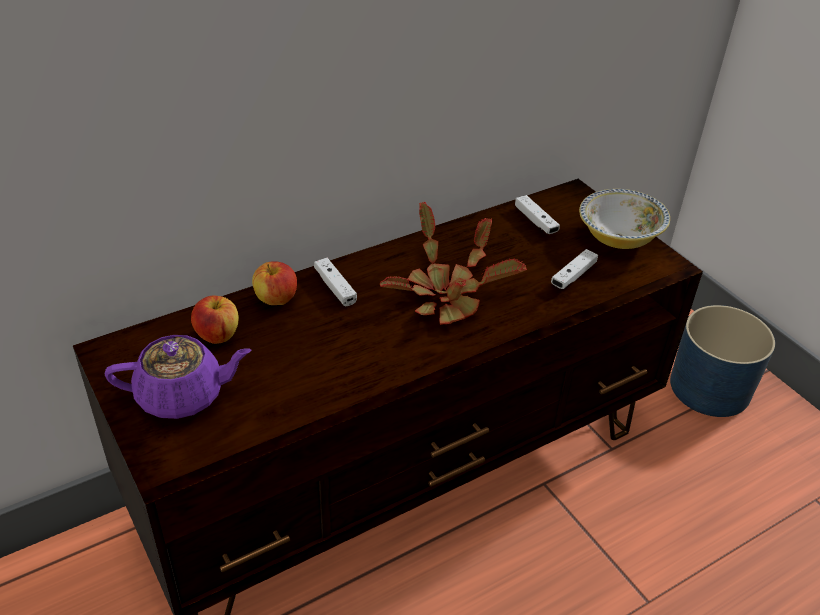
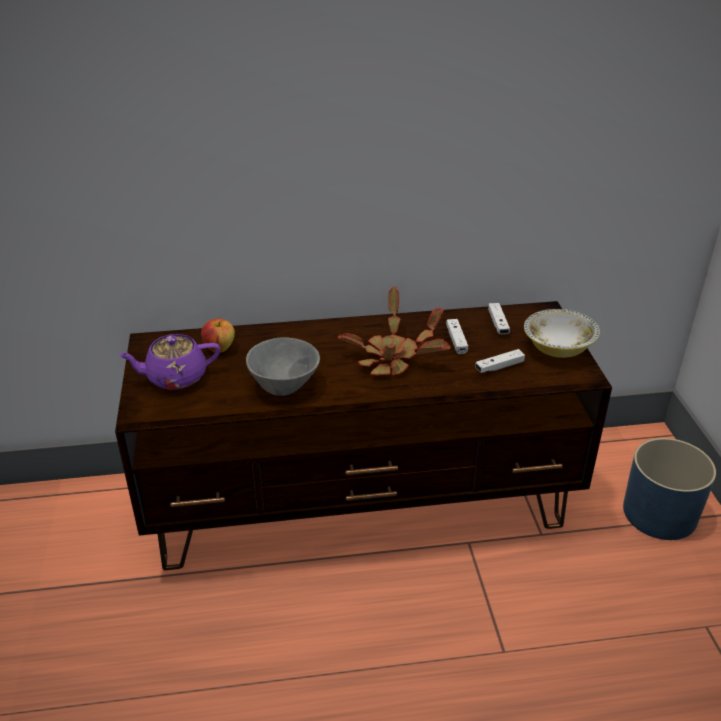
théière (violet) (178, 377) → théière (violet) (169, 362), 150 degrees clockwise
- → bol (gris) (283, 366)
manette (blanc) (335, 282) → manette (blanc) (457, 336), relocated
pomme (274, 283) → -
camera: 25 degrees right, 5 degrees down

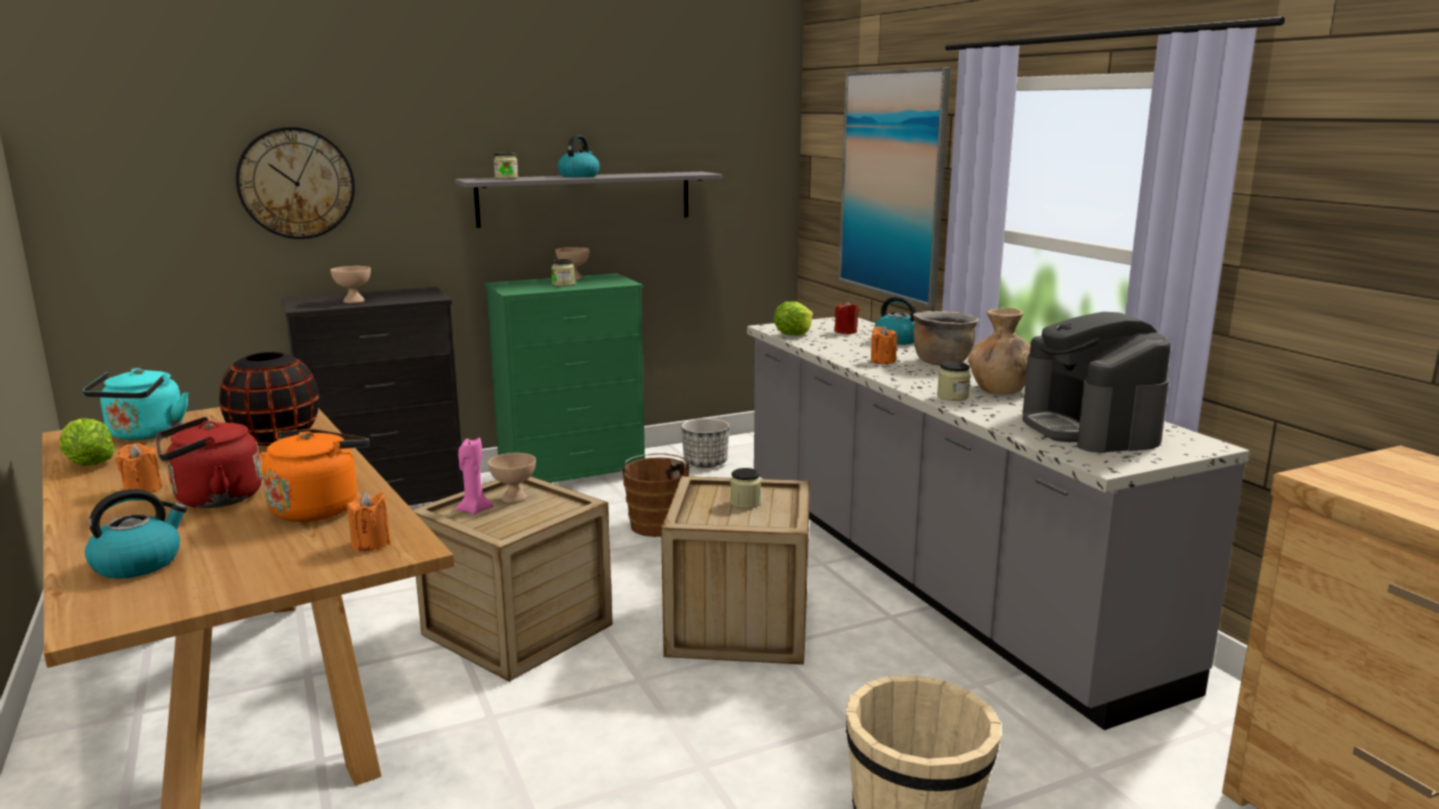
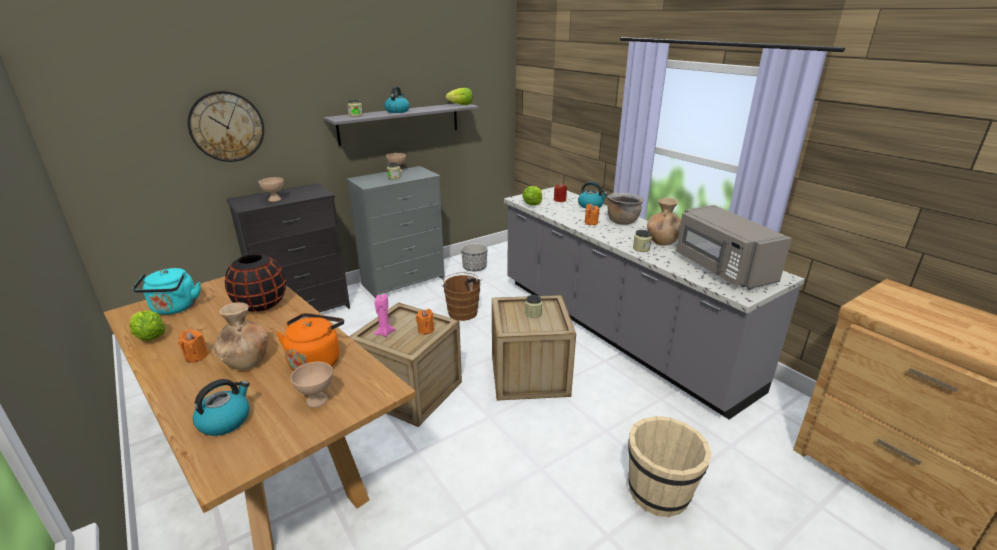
bouilloire (rouge) (209, 462) → vase (marron) (241, 336)
bol (beige) (512, 478) → bol (beige) (312, 385), relocated
commode (vert) (564, 378) → commode (gris) (395, 232)
bougie (orange) (369, 521) → bougie (orange) (425, 322), relocated
- → laitue (459, 96)
machine à café (1096, 382) → micro-ondes (gris) (734, 247)
tableau (894, 187) → -
camera: 10 degrees left, 10 degrees up

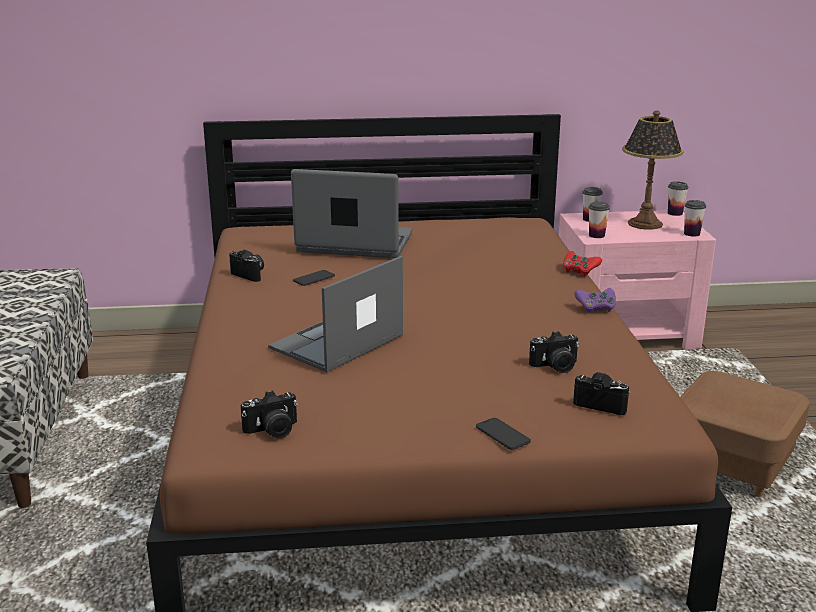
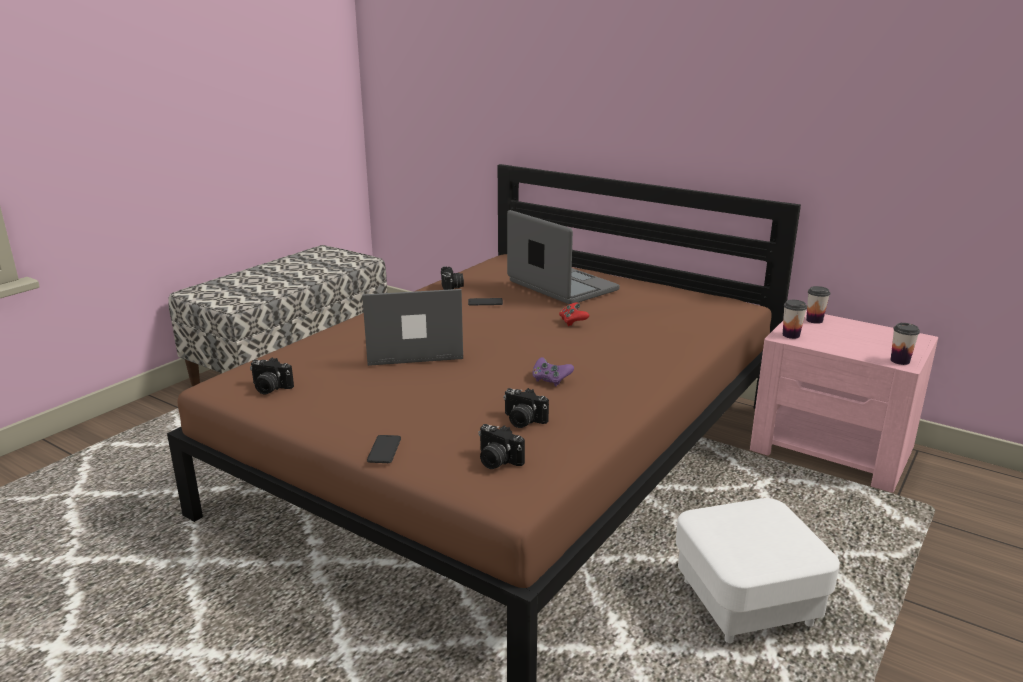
appareil photo (601, 393) → appareil photo (501, 446), 150 degrees clockwise
manette (violet) (595, 300) → manette (violet) (553, 371), relocated
manette (rouge) (582, 263) → manette (rouge) (574, 314), relocated
pouf (marron) (745, 434) → pouf (blanc) (758, 570)
lampe de table (653, 170) → -
tasse (678, 198) → -
camera: 40 degrees right, 0 degrees up

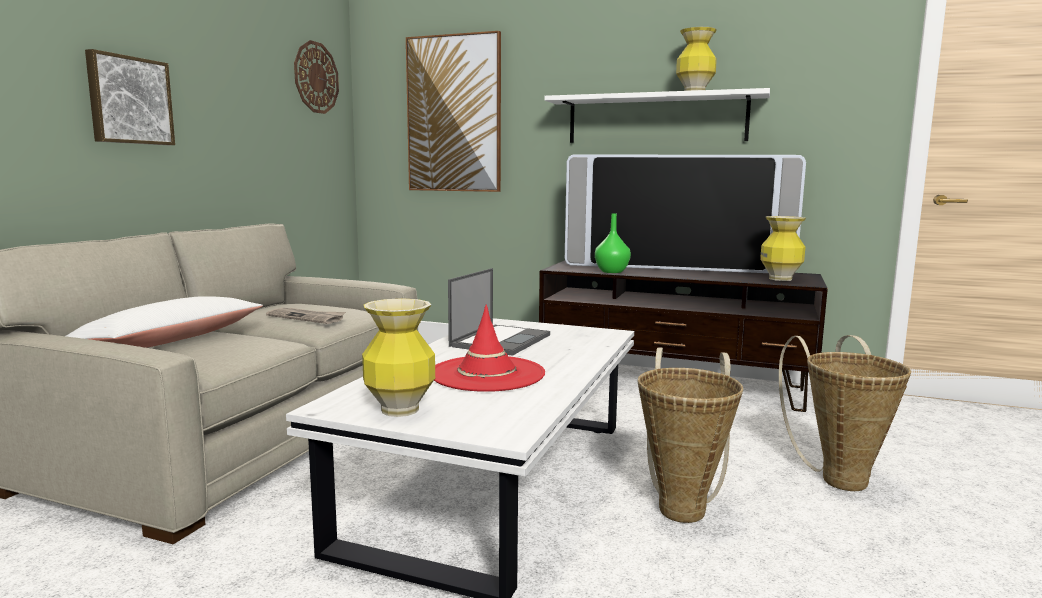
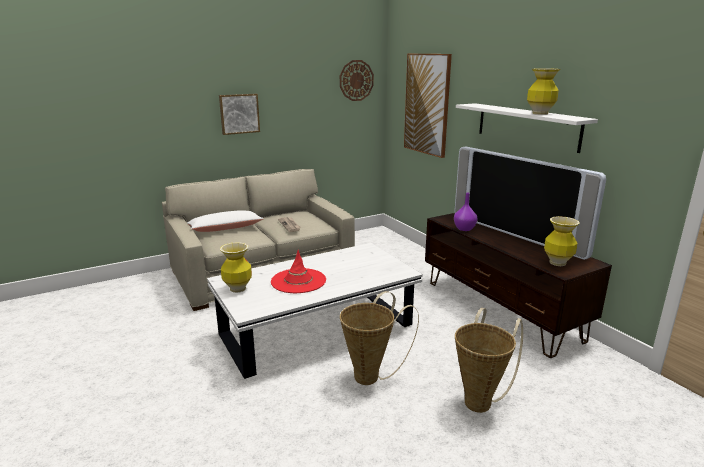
vase (vert) (613, 243) → vase (violet) (466, 212)
ordinateur portable (499, 312) → -
camera: 40 degrees right, 10 degrees up

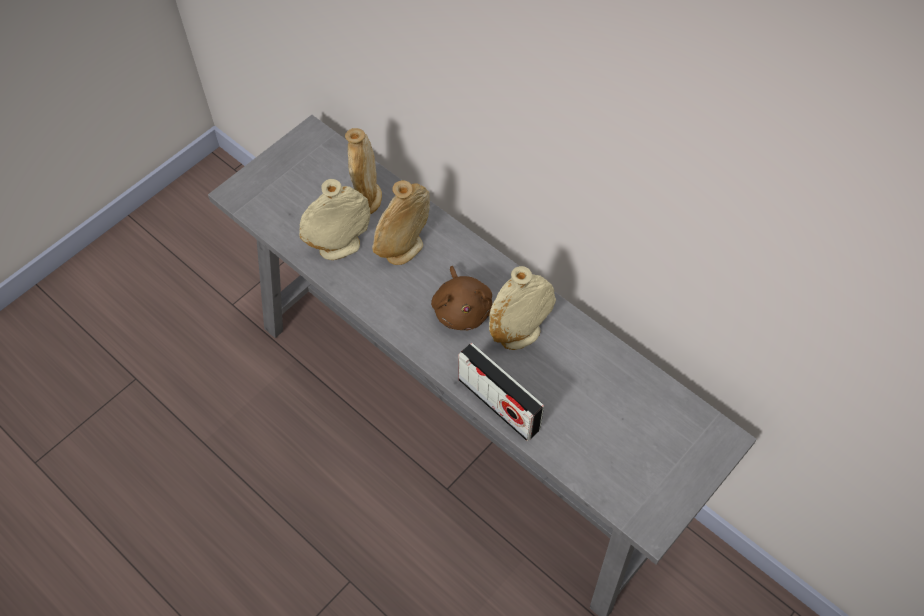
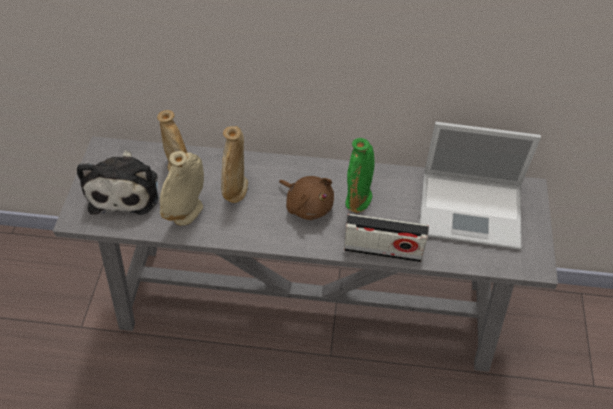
- → peluche (117, 182)
vase (beige) (522, 308) → vase (vert) (360, 175)
- → ordinateur portable (480, 186)
camera: 35 degrees left, 5 degrees down

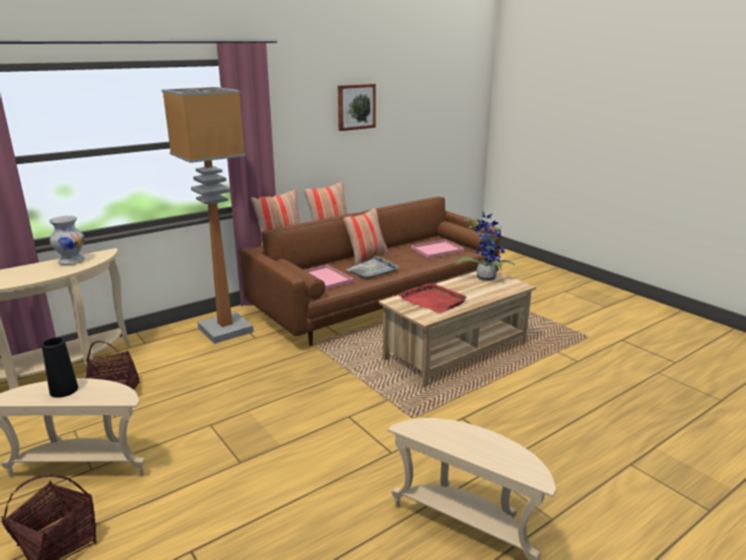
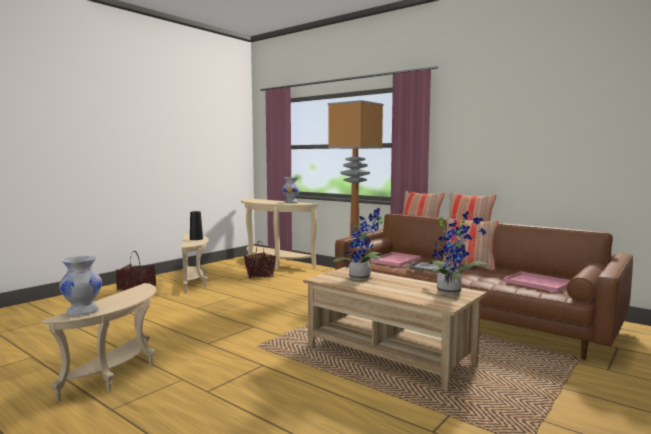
- → vase (blanc) (80, 286)
plateau (rouge) (433, 297) → plante en pot (358, 244)
tableau (357, 107) → -
camera: 75 degrees right, 15 degrees down

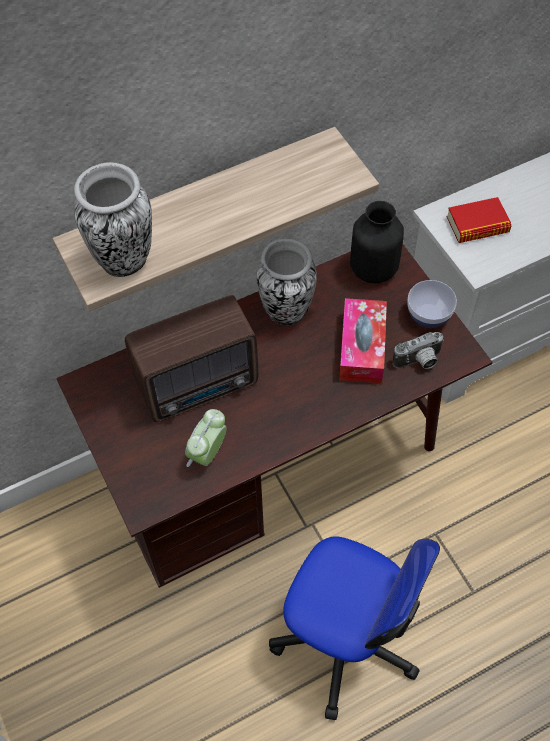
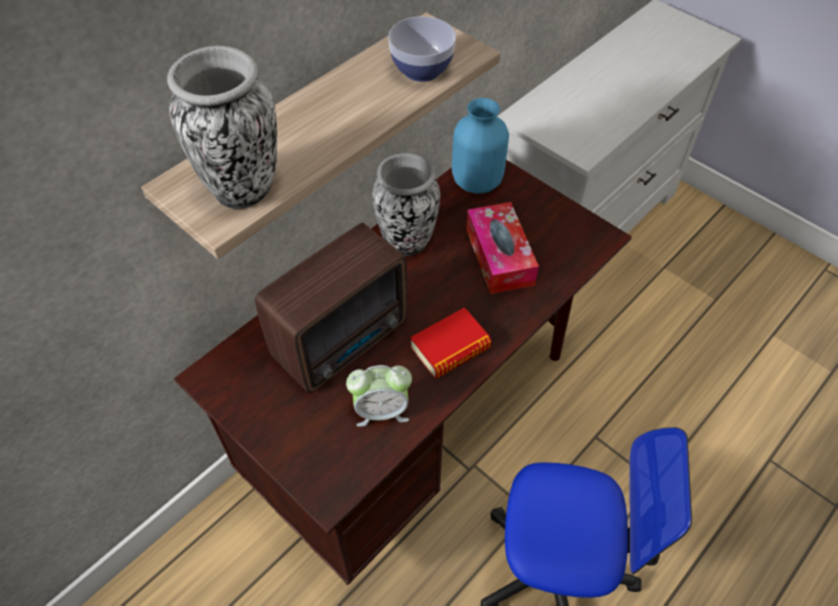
réveil (206, 438) → réveil (379, 396), 105 degrees counterclockwise
bol (432, 304) → bol (422, 49), relocated
livre (479, 220) → livre (451, 343), relocated
vase (noir) (377, 242) → vase (bleu) (480, 146)
appareil photo (418, 350) → -
camera: 20 degrees left, 5 degrees down

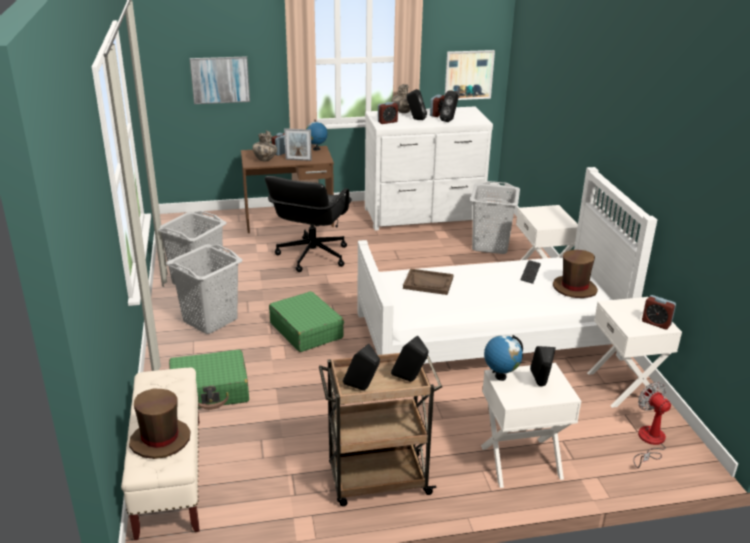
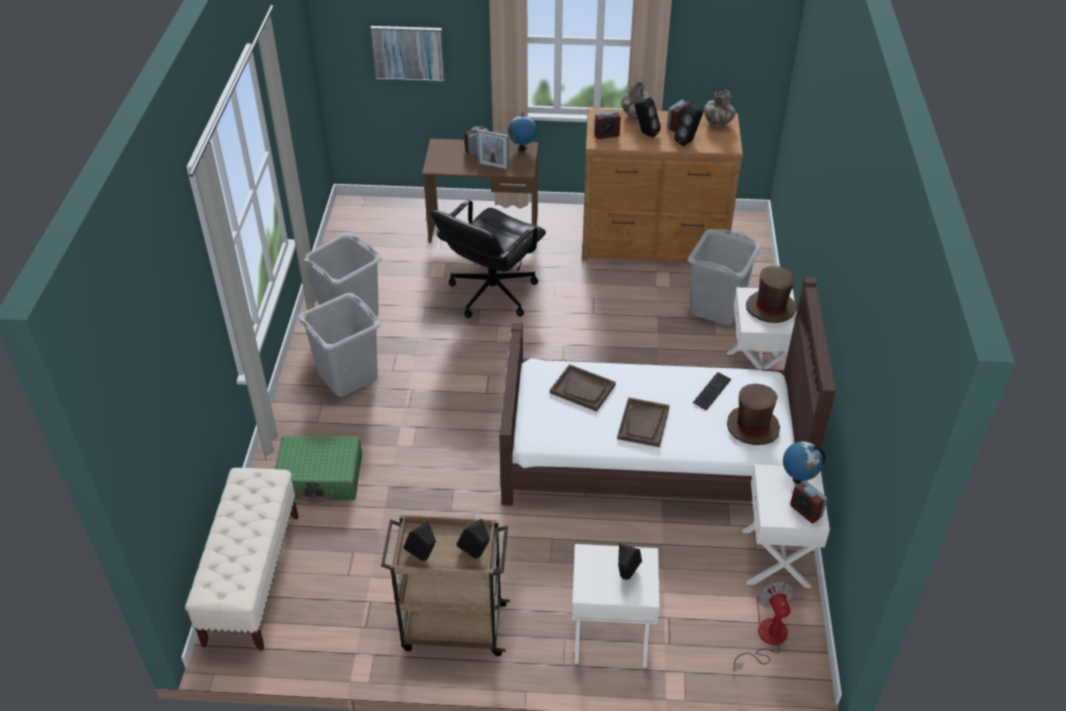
lit (blanc) (507, 265) → lit (marron) (667, 391)
commode (blanc) (429, 168) → commode (marron) (662, 186)
- → plateau (marron) (643, 422)
vase (264, 145) → vase (719, 108), relocated
chapeau (marron) (160, 424) → chapeau (marron) (771, 294), relocated
globe (503, 358) → globe (804, 463), relocated
valise (vert) (306, 321) → -
tableau (470, 75) → -
camera: 15 degrees right, 15 degrees up

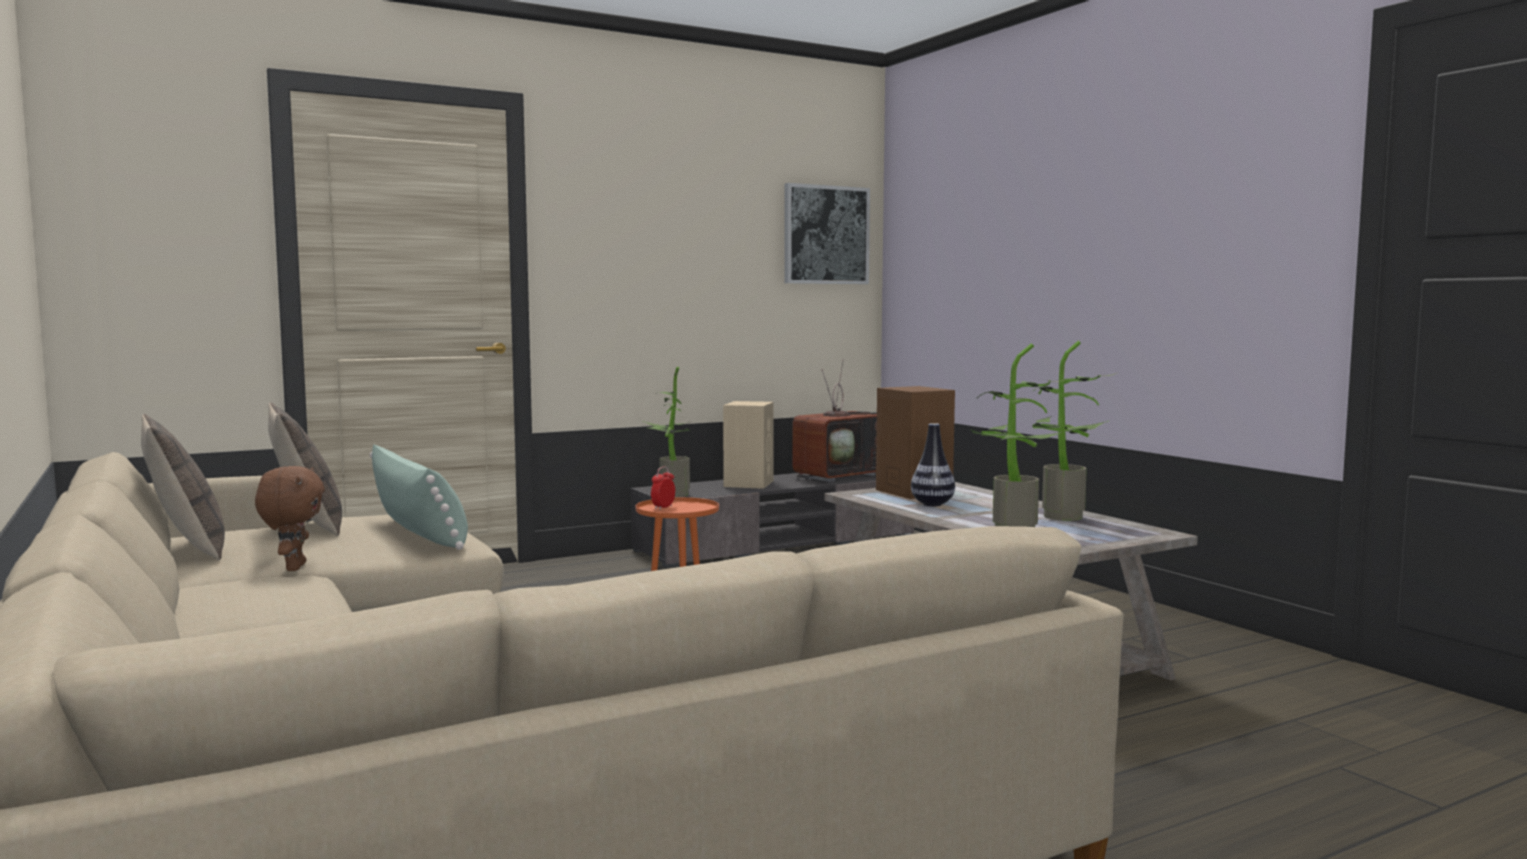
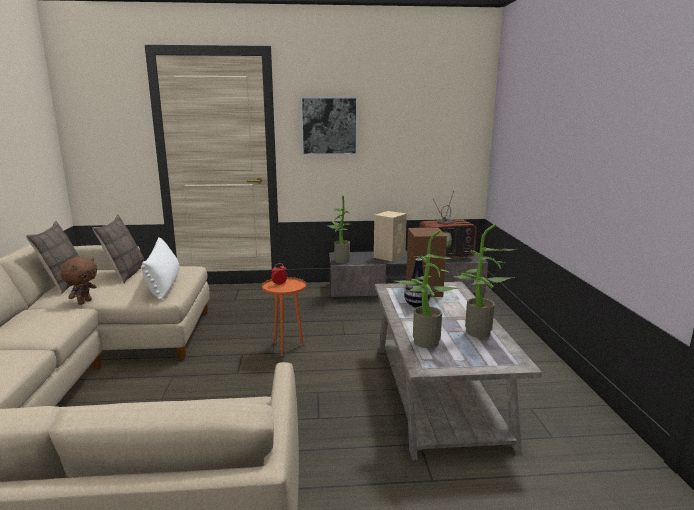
coussin (vert) (419, 497) → coussin (blanc) (160, 269)
tableau (827, 233) → tableau (329, 126), relocated
camera: 25 degrees right, 10 degrees up

